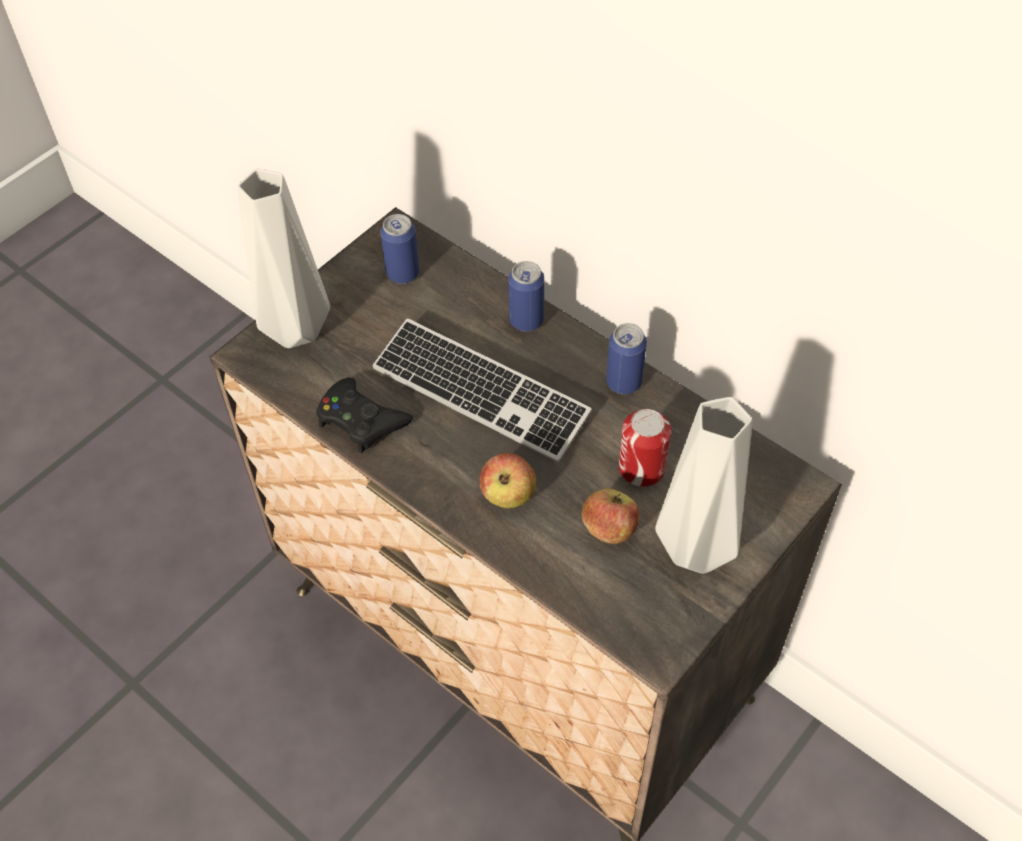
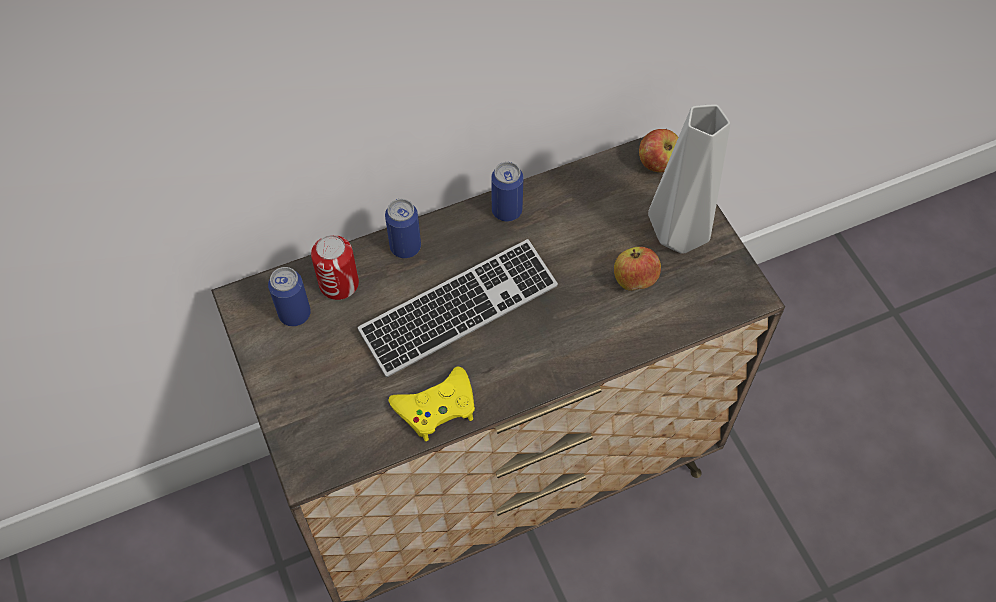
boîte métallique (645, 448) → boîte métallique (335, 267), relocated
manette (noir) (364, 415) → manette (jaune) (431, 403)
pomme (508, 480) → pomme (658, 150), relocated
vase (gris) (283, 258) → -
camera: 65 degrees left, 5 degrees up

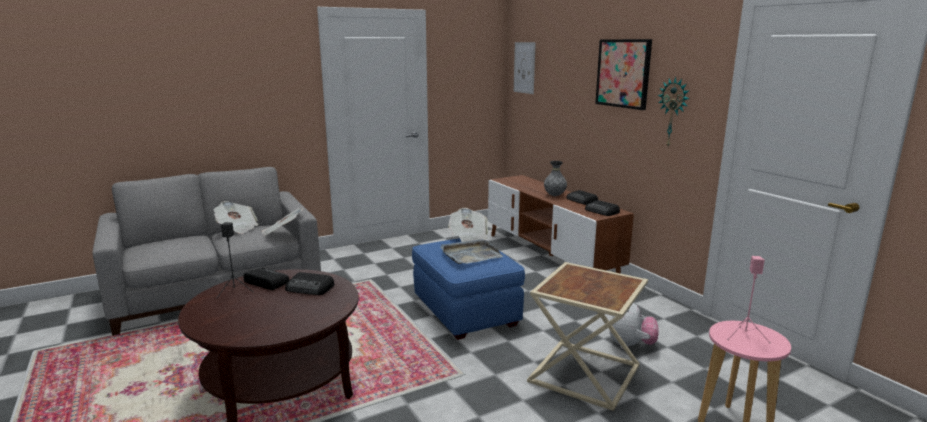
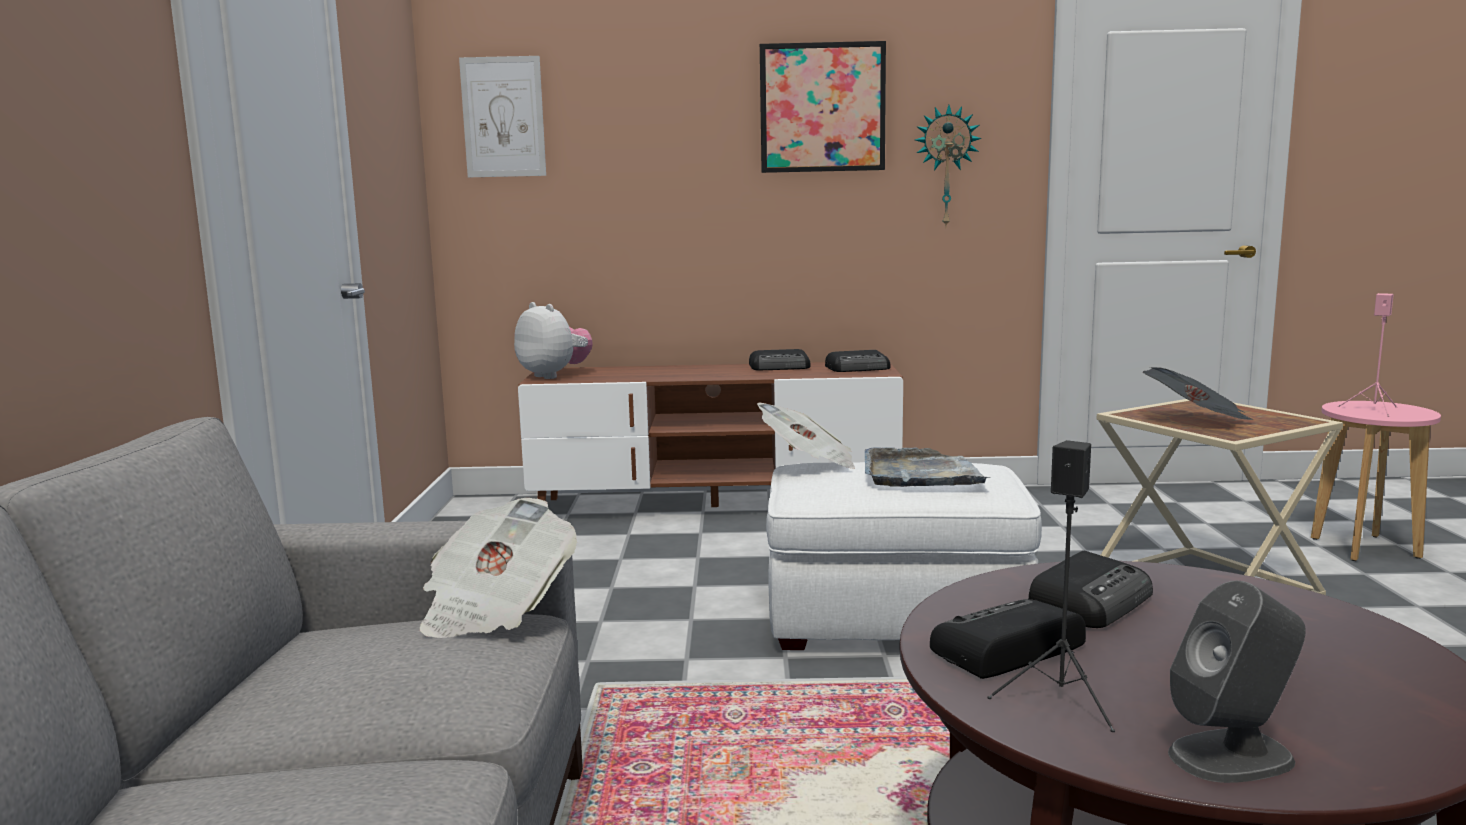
peluche (634, 326) → peluche (553, 340), relocated
pouf (bleu) (468, 289) → pouf (blanc) (904, 556)
journal (236, 217) → journal (1198, 393), relocated
- → enceinte (gris) (1237, 682)
vase (gris) (555, 178) → -
camera: 60 degrees left, 5 degrees down

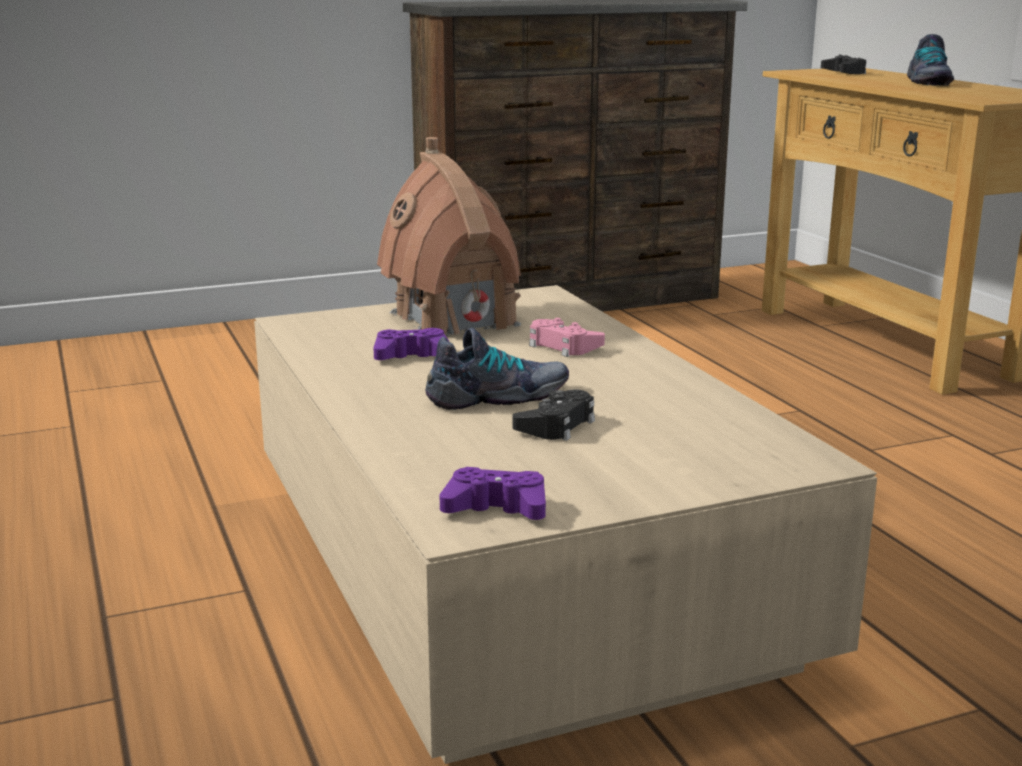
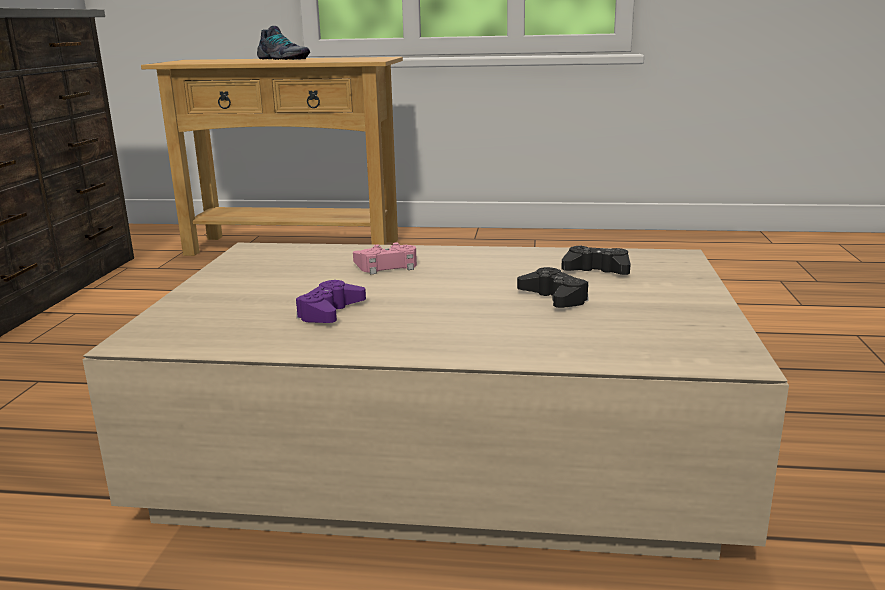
manette (noir) (843, 64) → manette (noir) (596, 260), relocated
maison miniature (449, 236) → -
chaussure (497, 369) → -
manette (violet) (493, 493) → -
camera: 60 degrees left, 0 degrees up

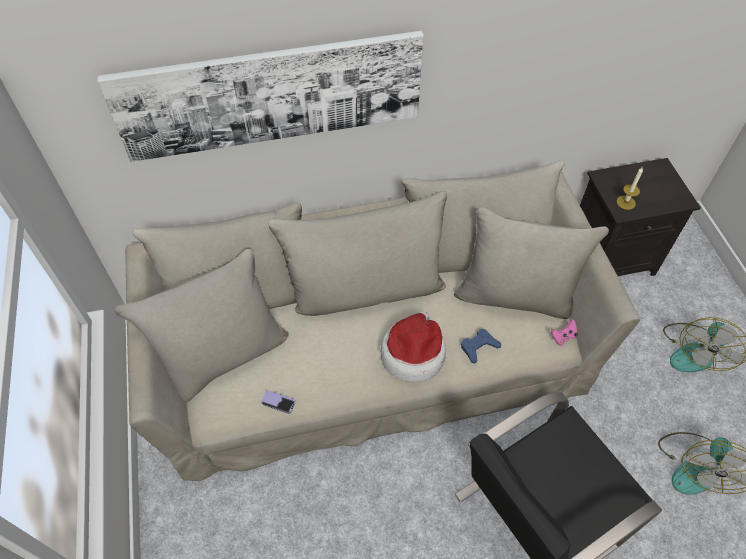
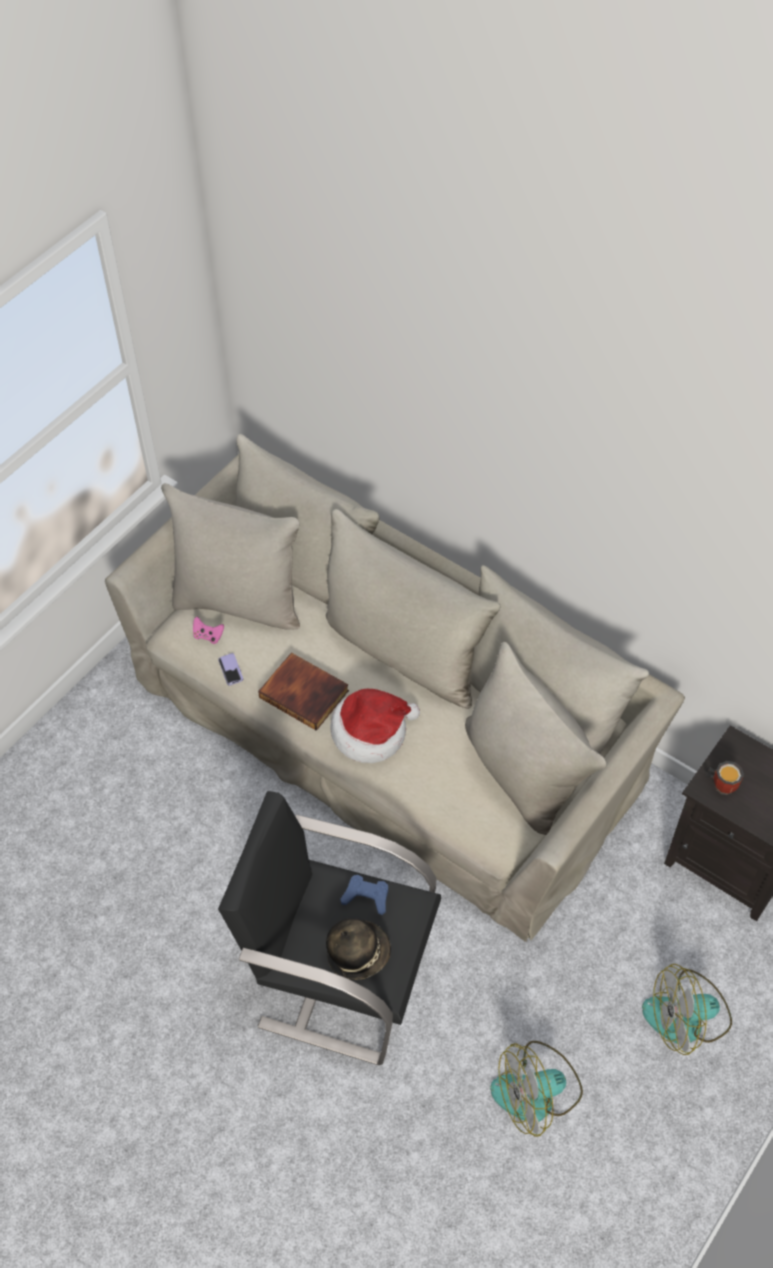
manette (rose) (564, 332) → manette (rose) (208, 630), relocated
- → livre (303, 692)
- → chapeau (358, 949)
manette (bleu) (481, 346) → manette (bleu) (364, 895), relocated
bougie (630, 189) → mug (724, 778)
tableau (261, 96) → -
camera: 50 degrees right, 0 degrees up

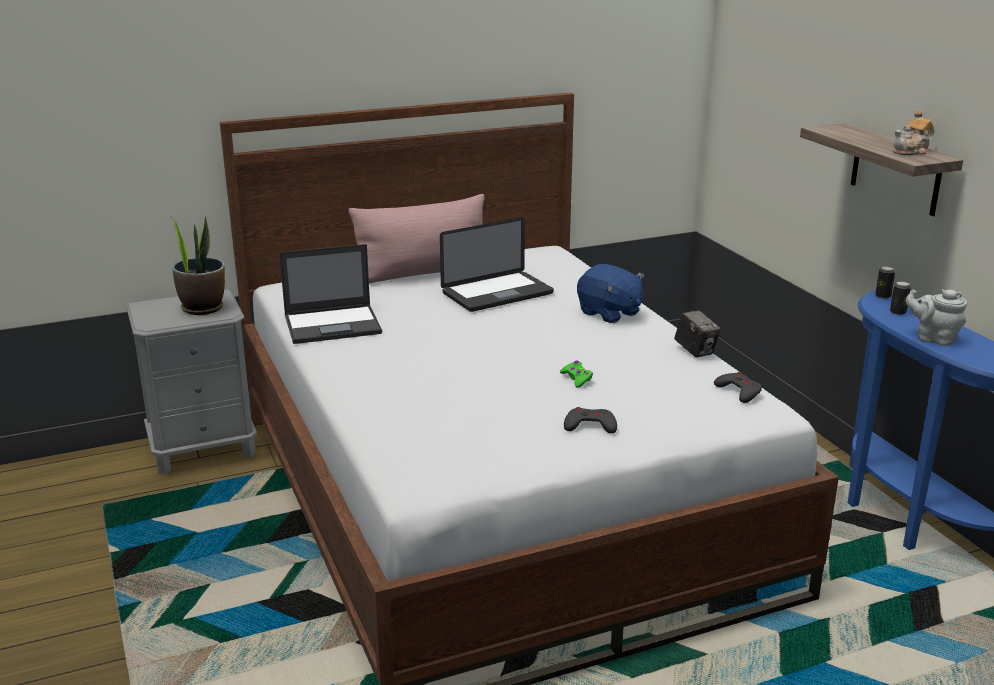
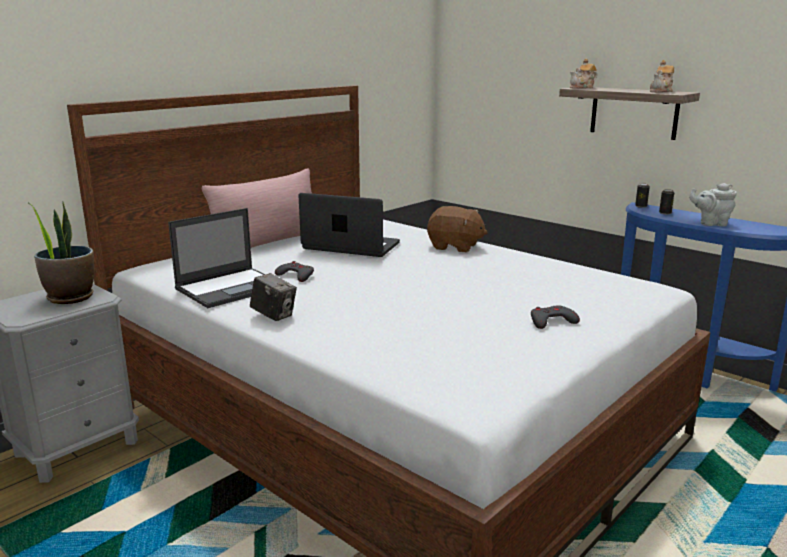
appareil photo (697, 333) → appareil photo (273, 297), relocated
manette (gris) (738, 387) → manette (gris) (294, 271), relocated
ordinateur portable (497, 264) → ordinateur portable (349, 225), 105 degrees counterclockwise
peluche (bleu) (610, 293) → peluche (marron) (457, 229)
- → théière (583, 74)
manette (vert) (576, 374) → -
camera: 25 degrees left, 5 degrees down

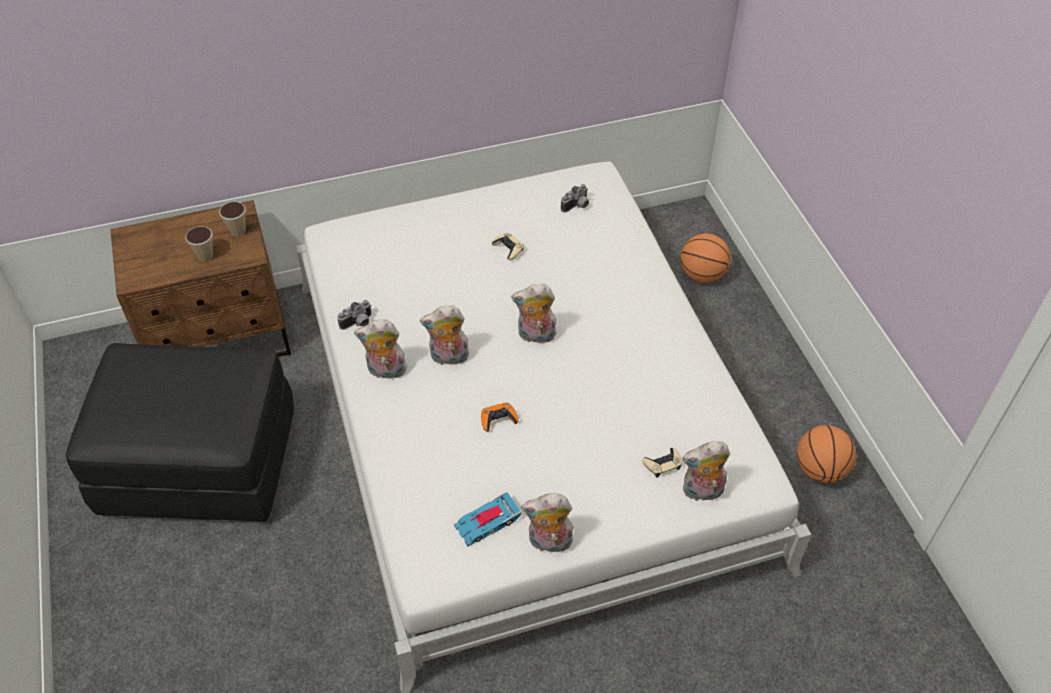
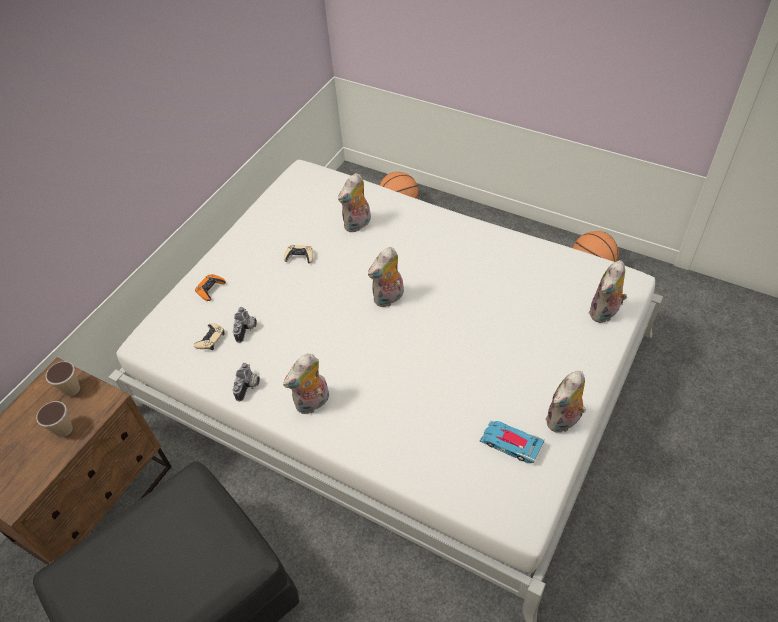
manette (beige) (662, 462) → manette (beige) (208, 336), relocated
manette (orange) (500, 417) → manette (orange) (210, 287), relocated
appareil photo (575, 198) → appareil photo (245, 325), relocated
peluche (444, 335) → peluche (354, 203), relocated
petite voiture (488, 519) → petite voiture (512, 442), 105 degrees clockwise
camera: 40 degrees left, 0 degrees up

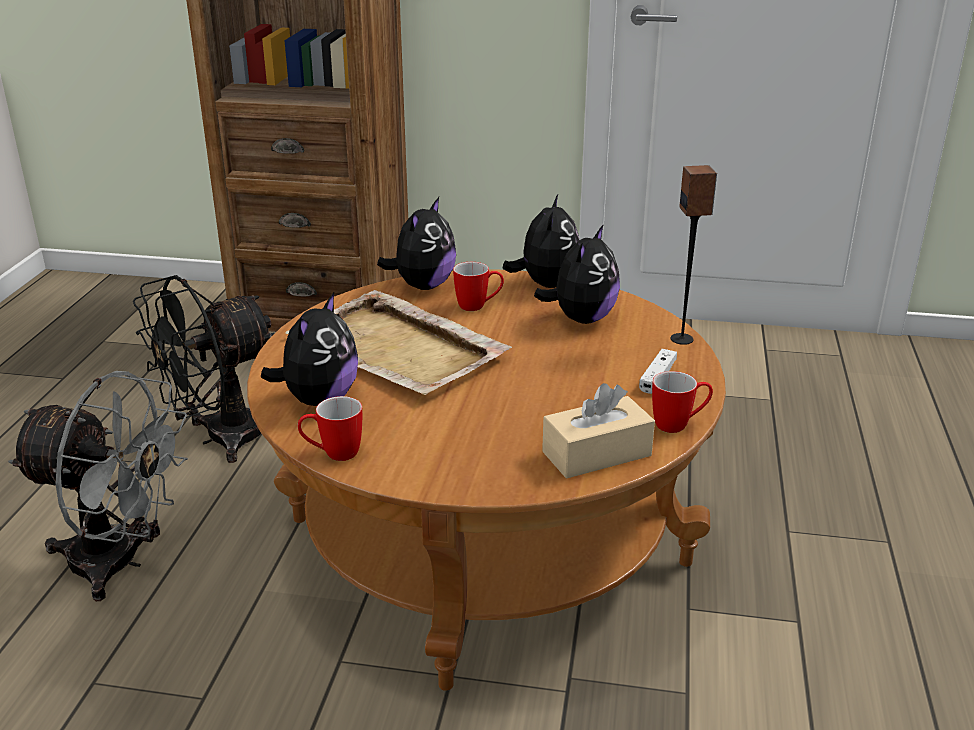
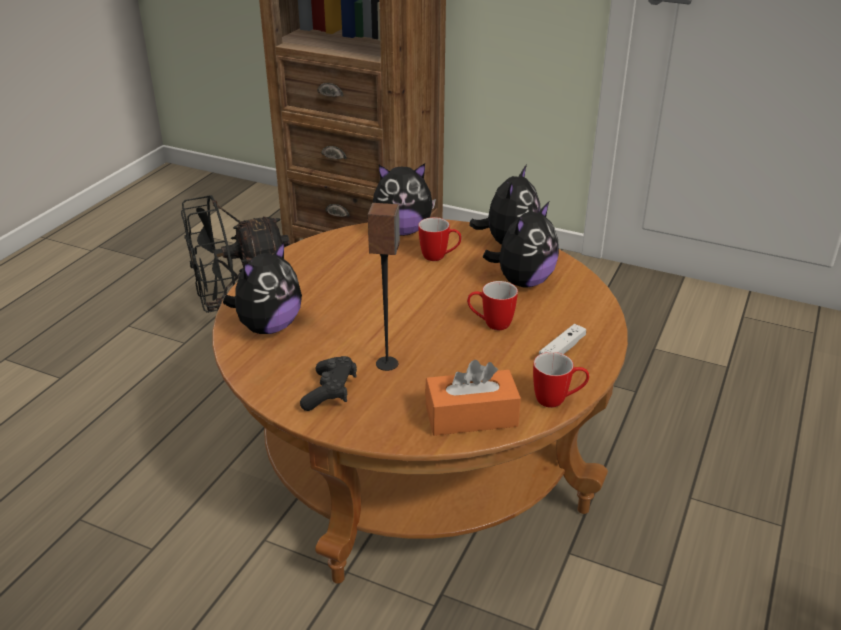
- → manette (noir) (328, 383)
enceinte (693, 255) → enceinte (384, 287), relocated
peluche (416, 243) → peluche (404, 199), 45 degrees clockwise
boîte à mouchoirs (beige) (598, 431) → boîte à mouchoirs (orange) (473, 398)
mug (330, 428) → mug (492, 305), relocated
ventilateur (gris) (98, 486) → -
plateau (beige) (399, 342) → -
camera: 15 degrees right, 5 degrees up

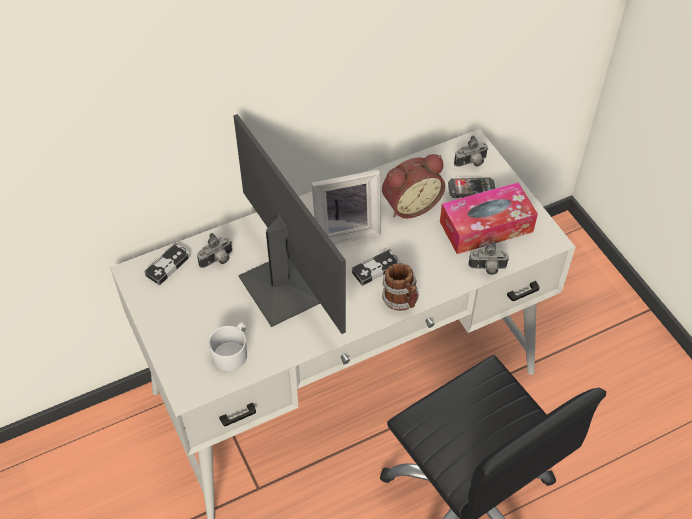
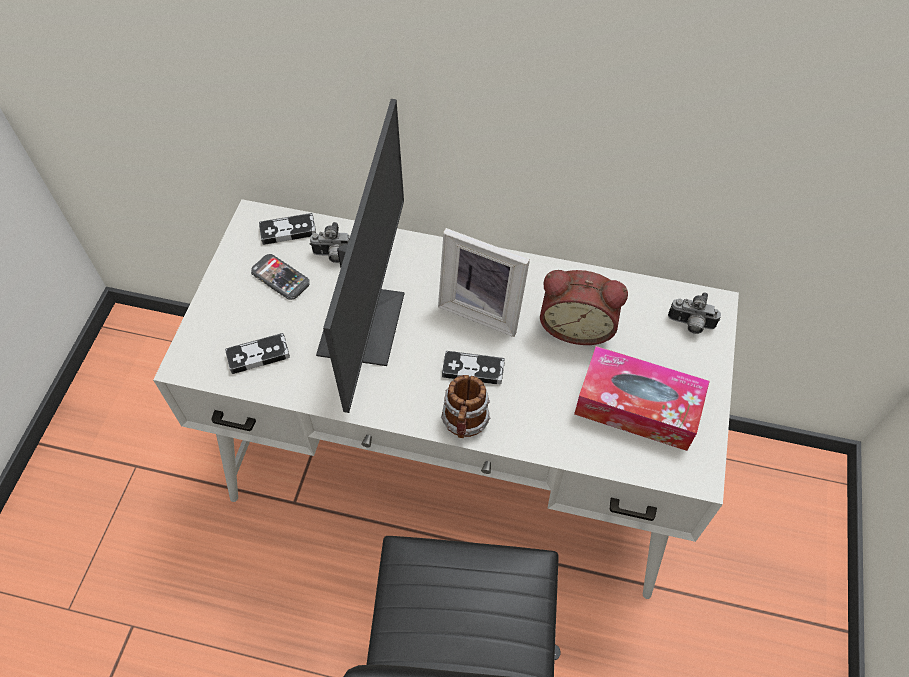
mug (blanc) (227, 346) → manette (257, 353)
téléphone (471, 187) → téléphone (280, 277), relocated
appareil photo (488, 258) → -
camera: 40 degrees right, 5 degrees up

